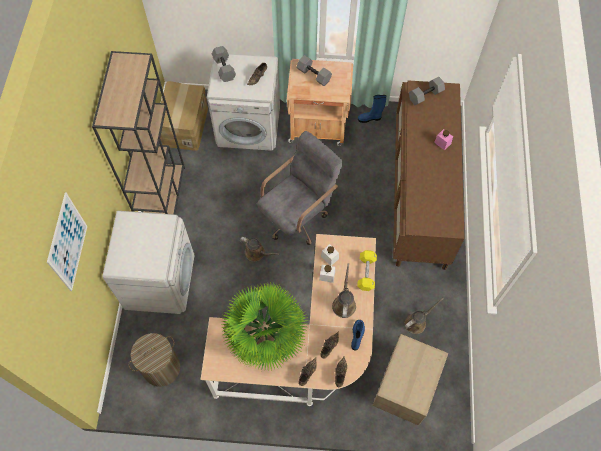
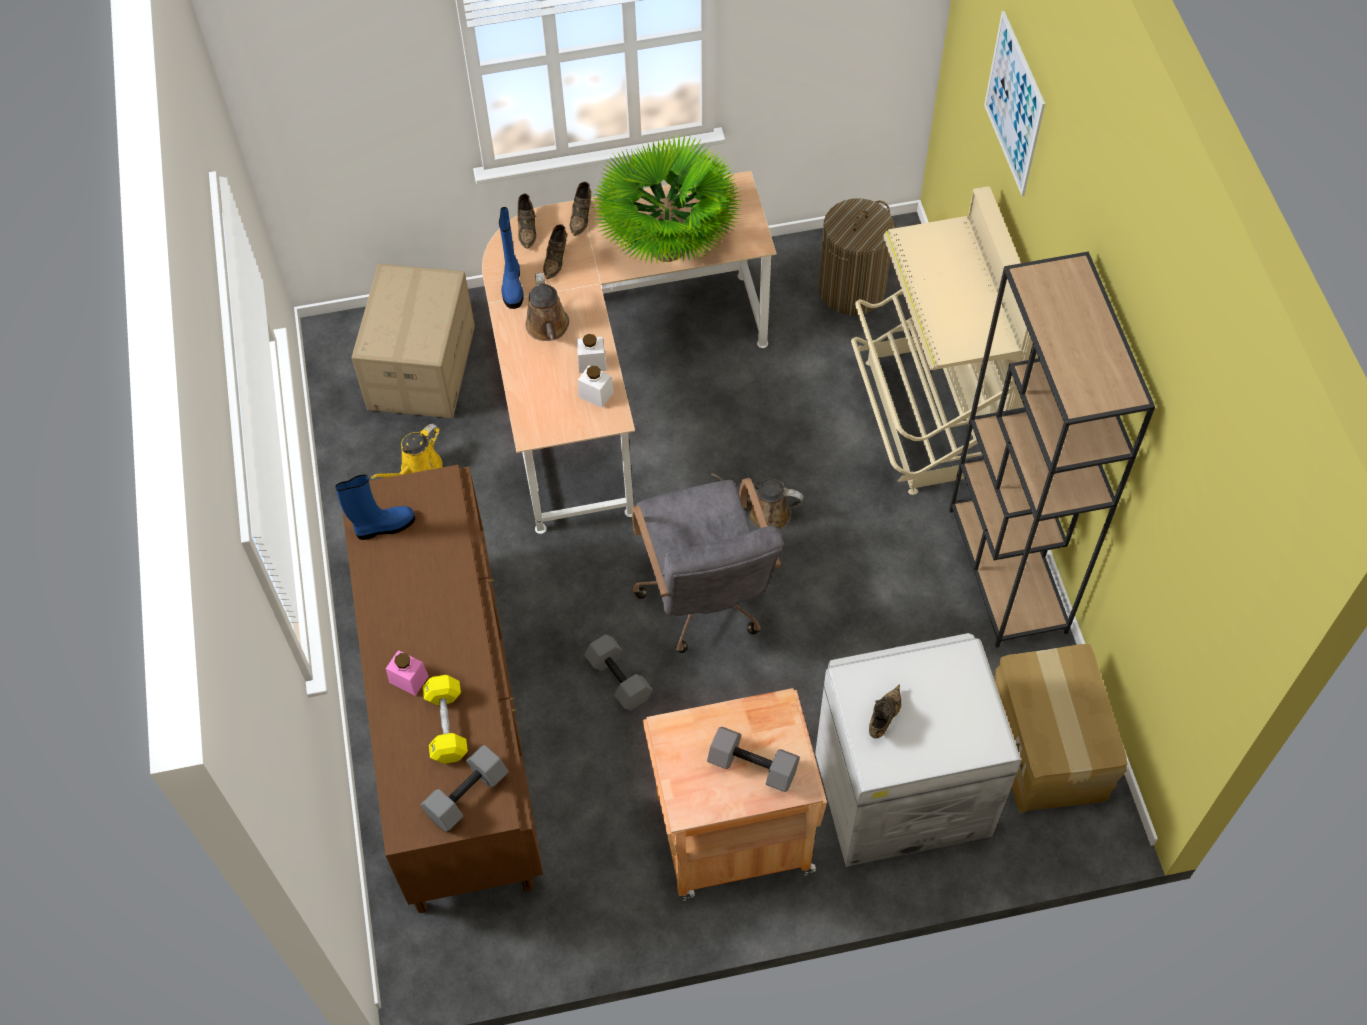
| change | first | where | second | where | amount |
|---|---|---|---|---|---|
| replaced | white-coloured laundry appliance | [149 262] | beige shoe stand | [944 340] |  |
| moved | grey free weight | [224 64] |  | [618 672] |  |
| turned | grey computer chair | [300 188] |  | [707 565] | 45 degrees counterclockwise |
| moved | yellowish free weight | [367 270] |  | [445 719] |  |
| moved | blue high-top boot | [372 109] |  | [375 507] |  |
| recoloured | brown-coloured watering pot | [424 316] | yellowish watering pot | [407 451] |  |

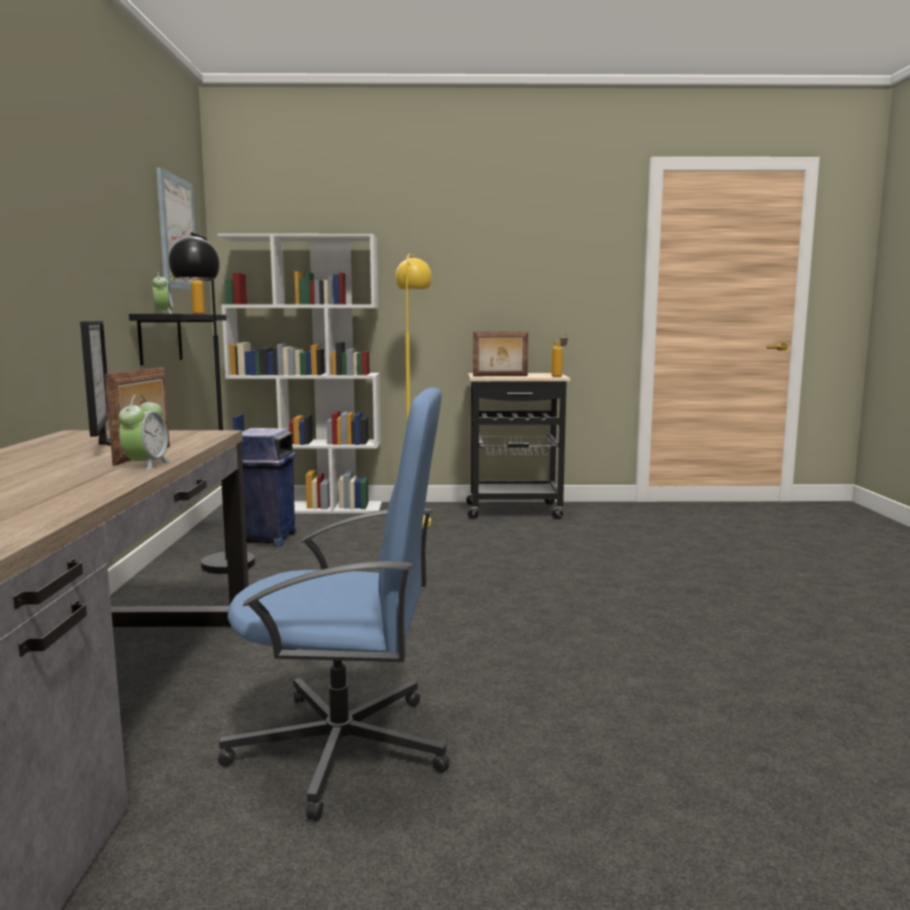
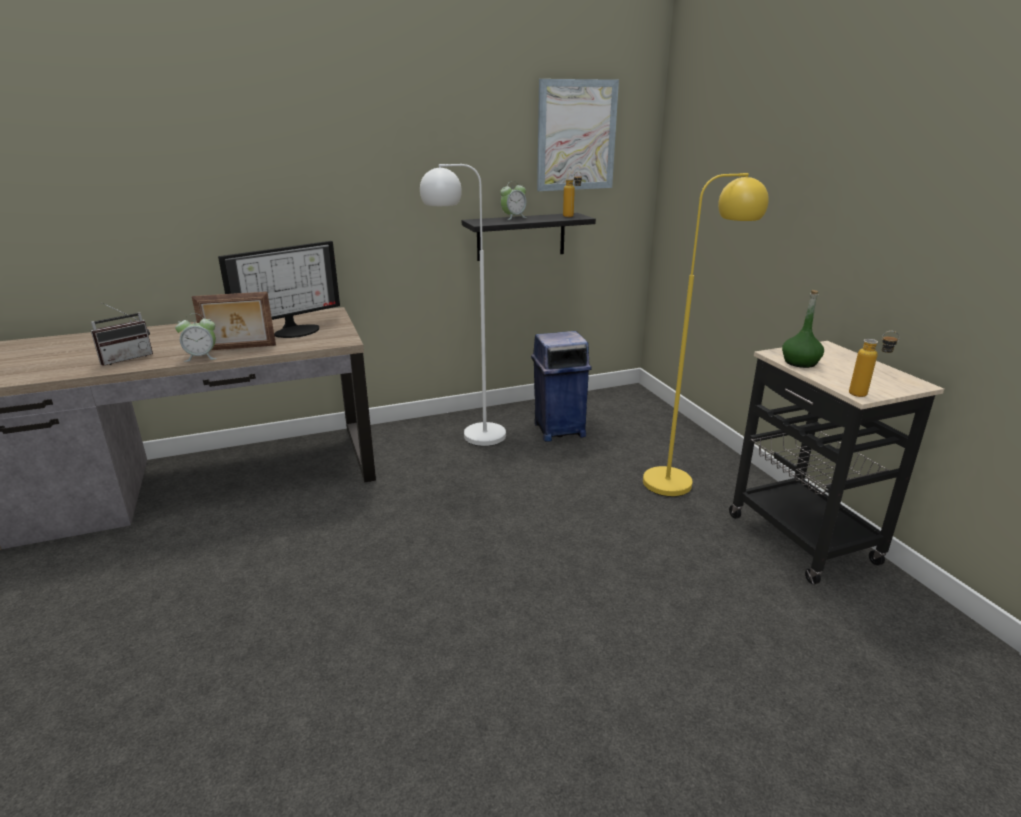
| change | first | where | second | where | amount |
|---|---|---|---|---|---|
| recoloured | blackish standard lamp | [211 403] | white-coloured standard lamp | [463 305] |  |
| removed | white-coloured bookcase | [300 374] |  |  |  |
| removed | blue computer chair | [334 604] |  |  |  |
| replaced | picture frame | [500 354] | greenish bottle | [803 329] |  |
| added |  |  | radio set | [122 334] |  |

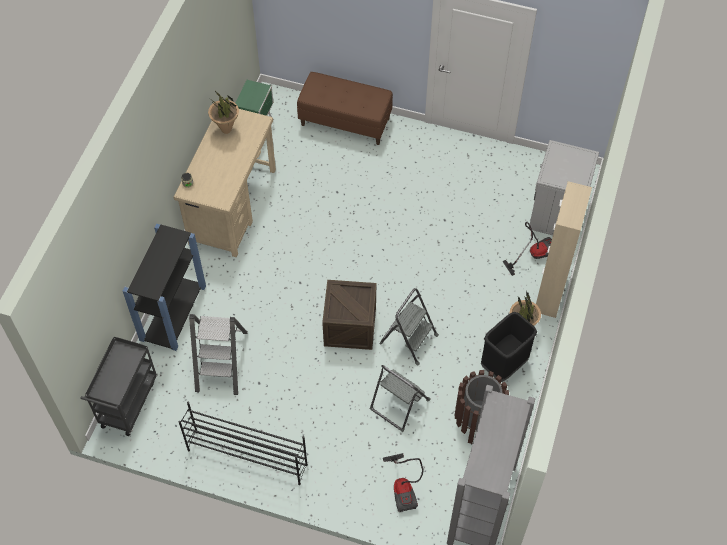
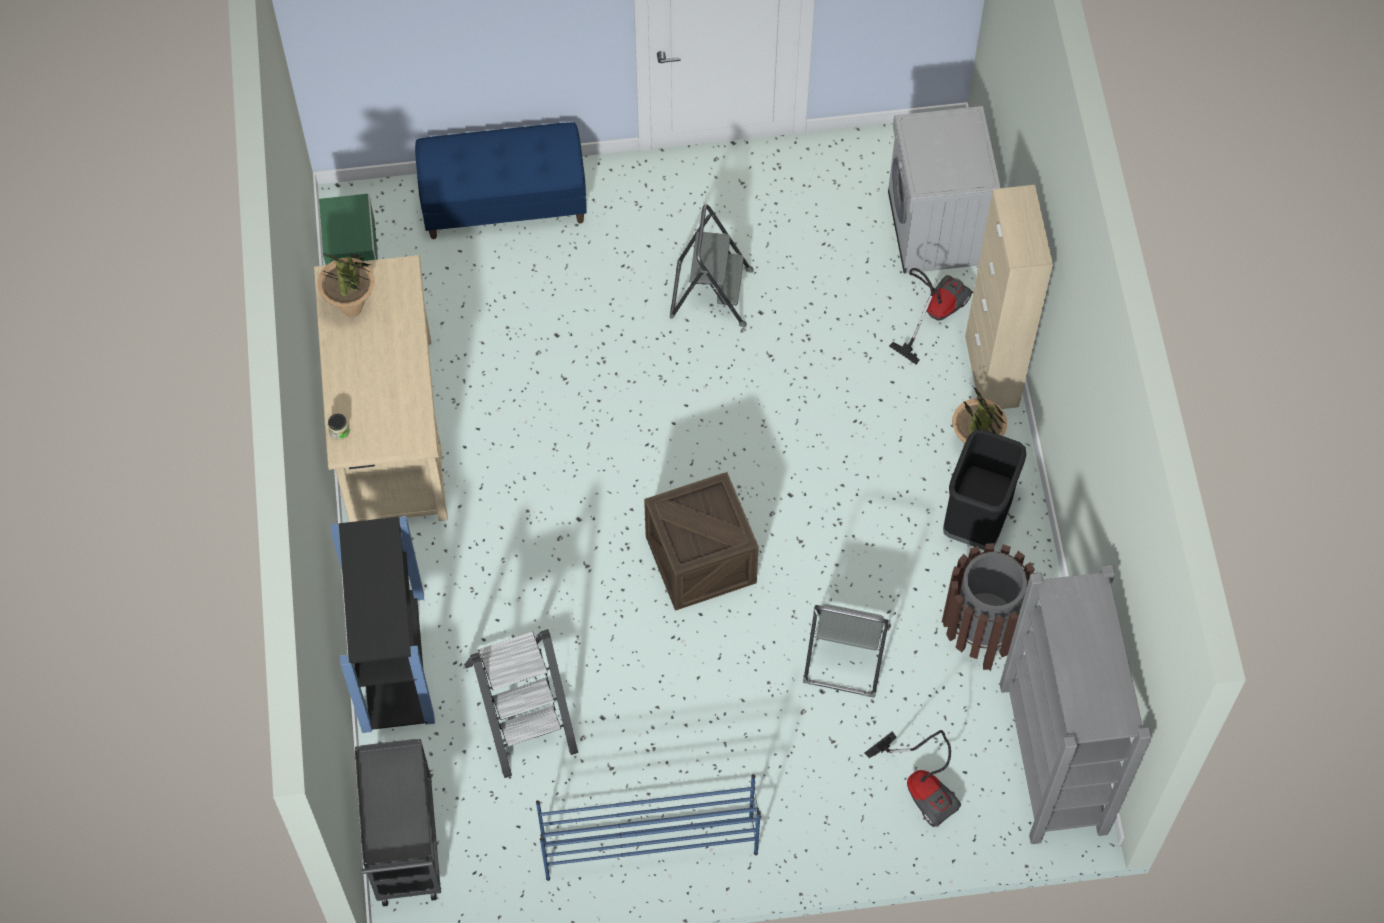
| change | first | where | second | where | amount |
|---|---|---|---|---|---|
| recoloured | blackish shoe stand | [243 443] | blue shoe stand | [648 827] |  |
| recoloured | brown-coloured bench | [345 108] | blue bench | [501 180] |  |
| moved | grey step ladder | [409 326] |  | [712 265] |  |

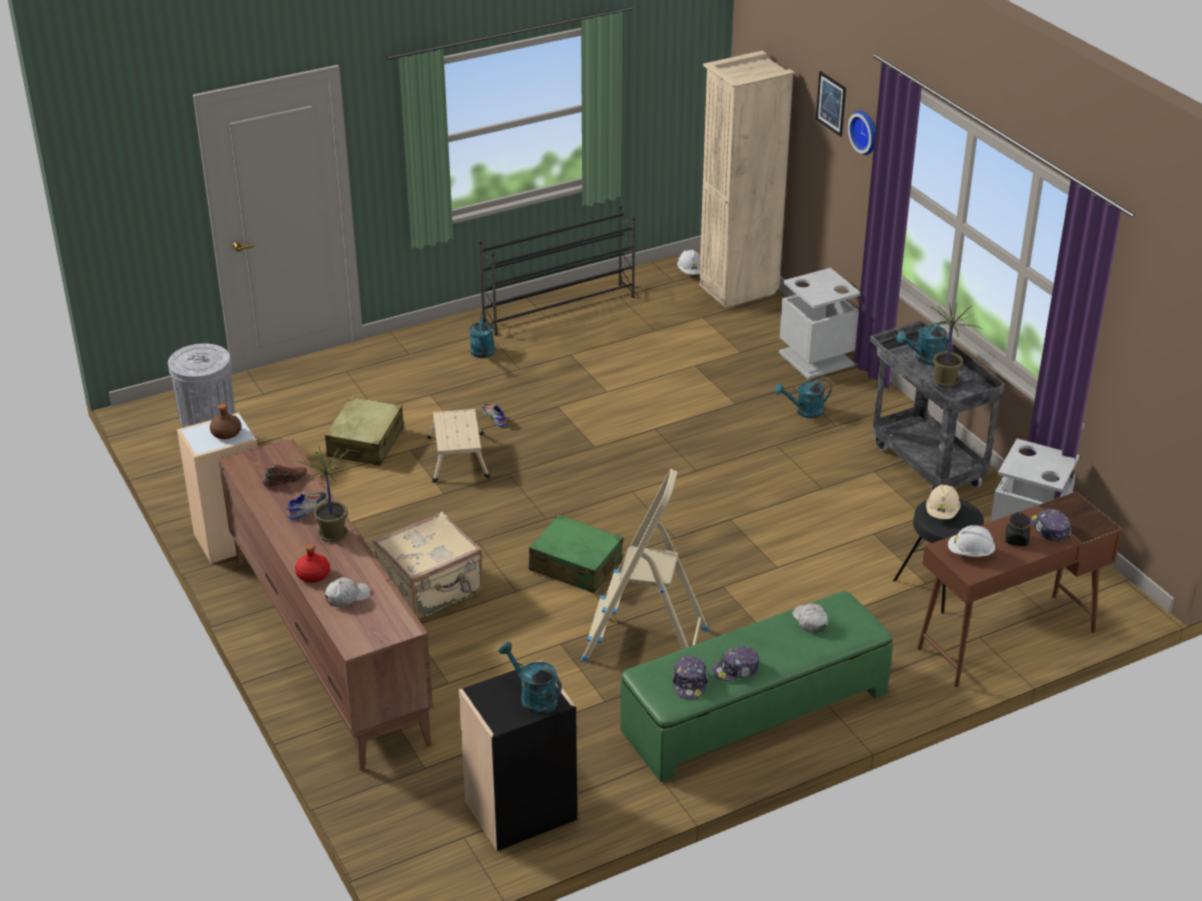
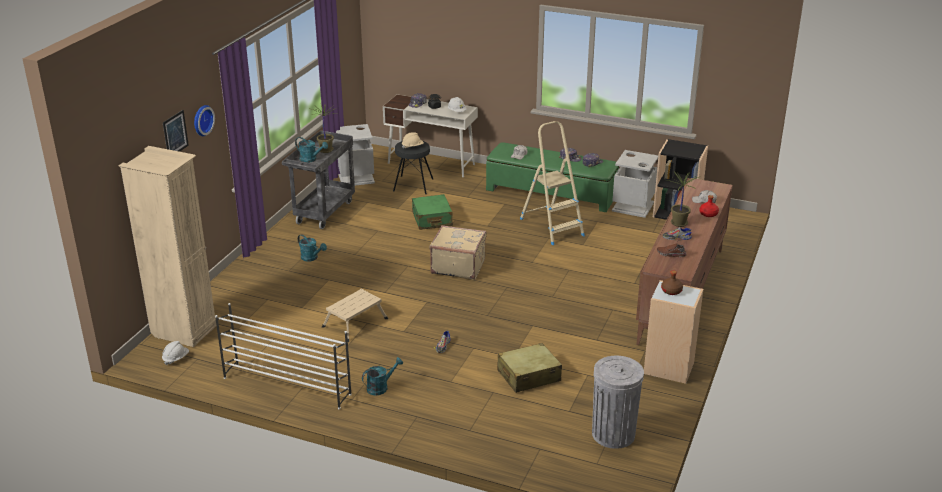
| change | first | where | second | where | amount |
|---|---|---|---|---|---|
| moved | beige piece of luggage | [428 566] |  | [458 252] |  |
| moved | beige step ladder | [459 446] |  | [355 315] |  |
| recoloured | blackish shoe stand | [557 271] | white-coloured shoe stand | [283 356] |  |
| removed | blue-green watering pot | [530 678] |  |  |  |
| moved | greenish piece of luggage | [576 554] |  | [432 212] |  |
| moved | grey trash can | [819 323] |  | [635 184] |  |
| recoloured | brown-coloured desk table | [1019 589] | white-coloured desk table | [430 135] |  |

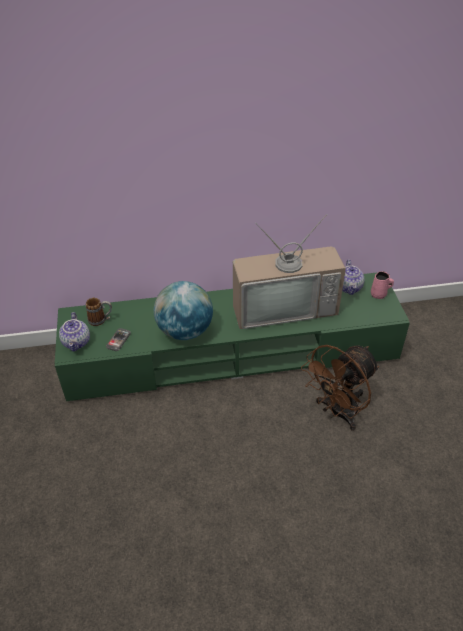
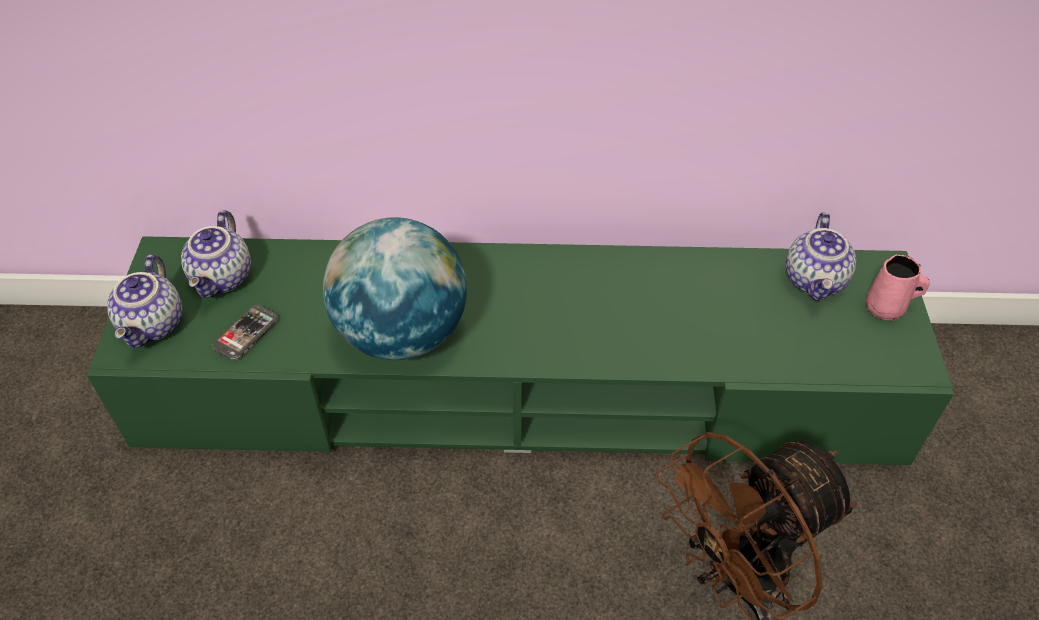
| change | first | where | second | where | amount |
|---|---|---|---|---|---|
| replaced | mug | [99 312] | pot for tea | [216 254] |  |
| removed | TV set | [289 271] |  |  |  |

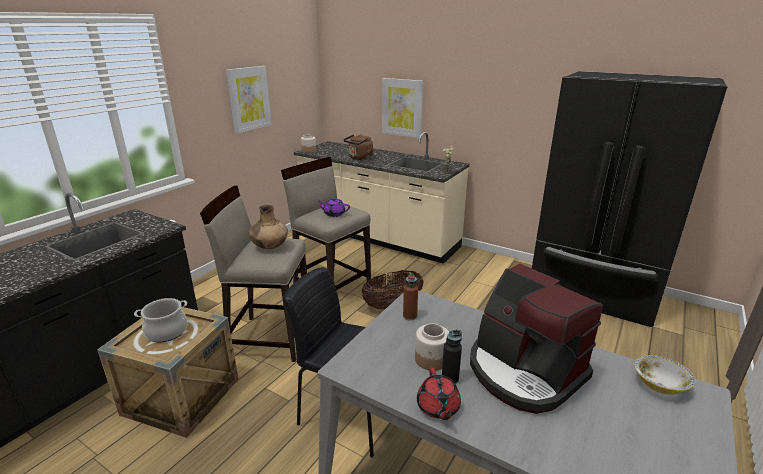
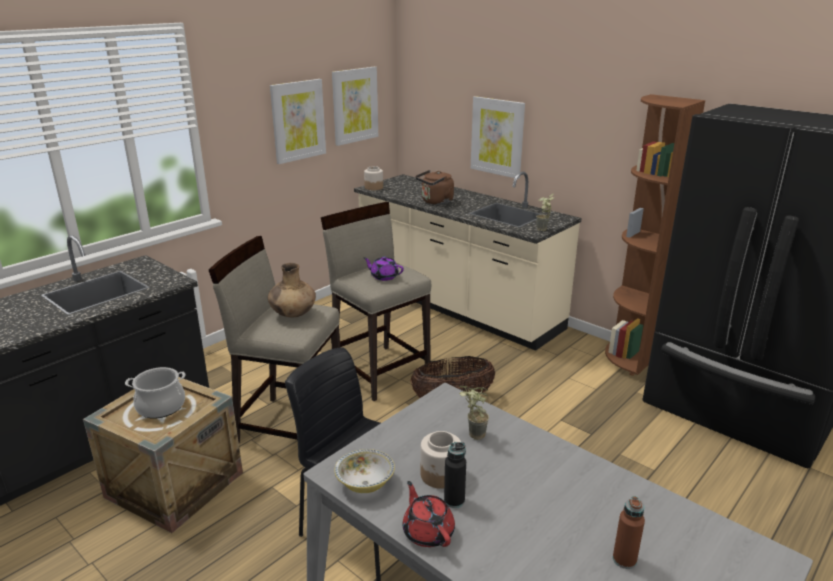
| change | first | where | second | where | amount |
|---|---|---|---|---|---|
| moved | brown-coloured bottle | [410 297] |  | [629 532] |  |
| turned | reddish pot for tea | [439 394] |  | [429 514] | 150 degrees clockwise |
| removed | coffee maker | [536 339] |  |  |  |
| moved | bowl | [665 375] |  | [364 471] |  |
| added |  |  | wall art | [355 106] |  |
| added |  |  | houseplant | [474 413] |  |
| added |  |  | brown-coloured bookcase | [655 235] |  |

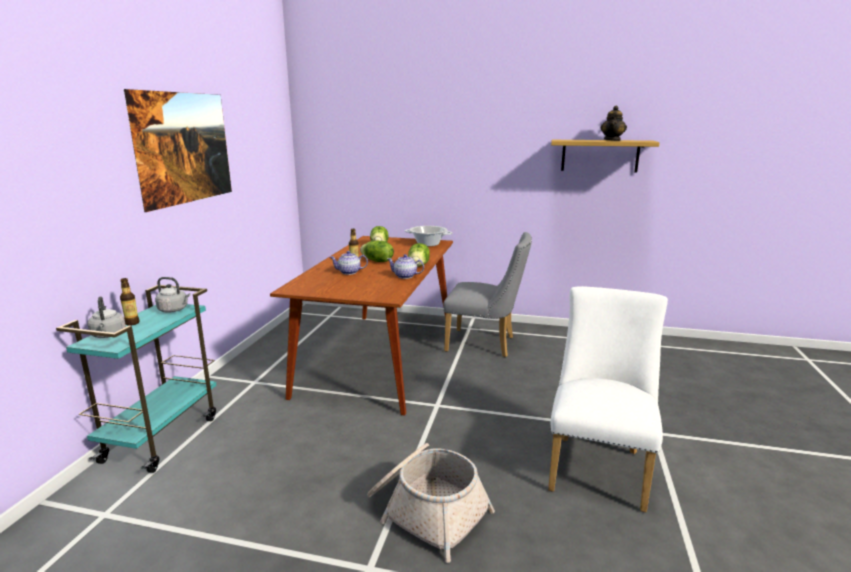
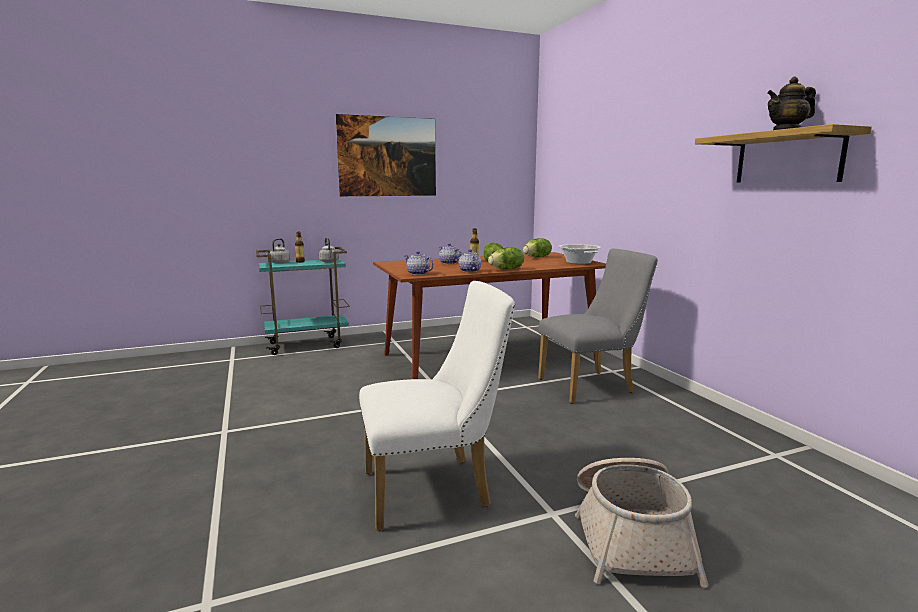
| change | first | where | second | where | amount |
|---|---|---|---|---|---|
| moved | basket | [431 503] |  | [642 523] |  |
| turned | grey upright chair | [488 294] |  | [598 326] | 90 degrees counterclockwise |
| added |  |  | pot for tea | [418 263] |  |

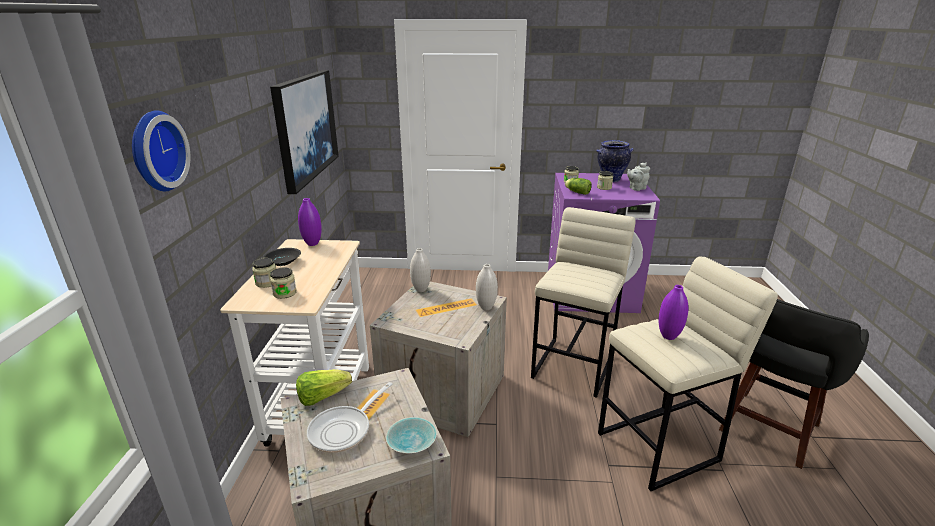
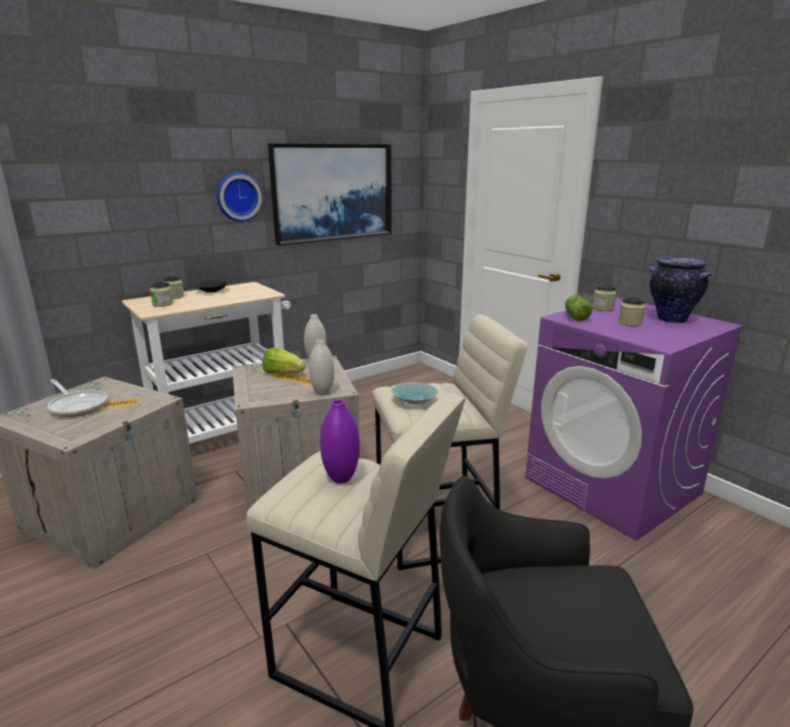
| change | first | where | second | where | amount |
|---|---|---|---|---|---|
| moved | wall clock | [161 150] |  | [239 197] |  |
| moved | lettuce head | [324 387] |  | [284 360] |  |
| removed | purple-coloured decorative vase | [310 222] |  |  |  |
| turned | skillet | [350 417] |  | [77 398] | 135 degrees counterclockwise |
| moved | blue-green bowl | [411 435] |  | [414 393] |  |
| removed | grey pot for tea | [638 177] |  |  |  |

